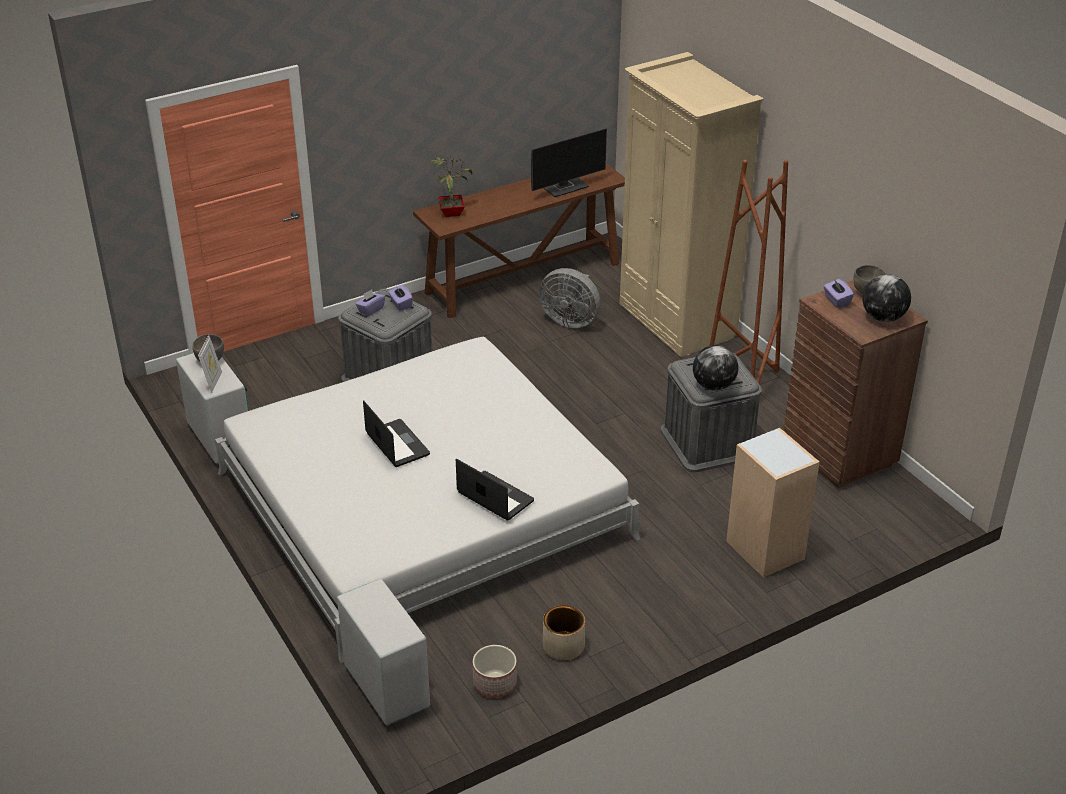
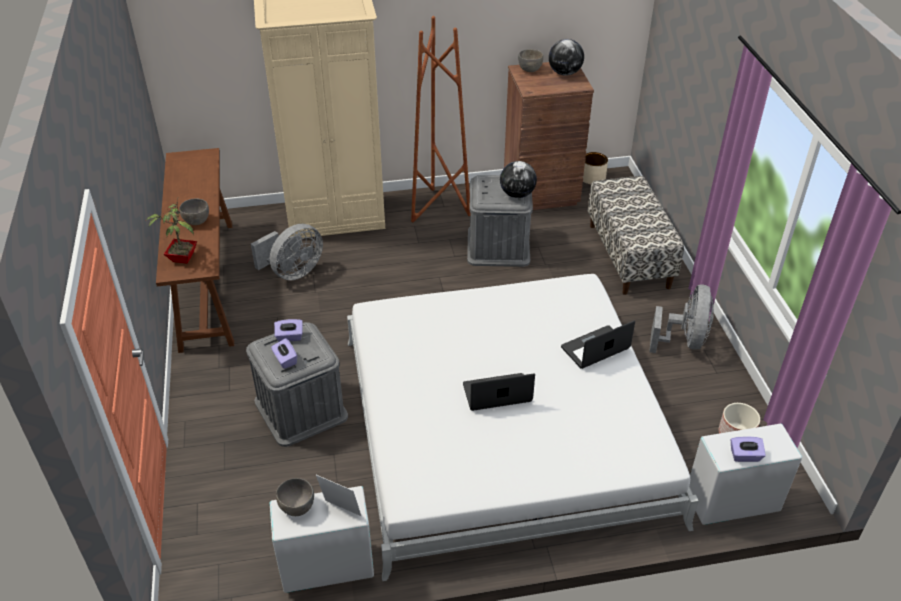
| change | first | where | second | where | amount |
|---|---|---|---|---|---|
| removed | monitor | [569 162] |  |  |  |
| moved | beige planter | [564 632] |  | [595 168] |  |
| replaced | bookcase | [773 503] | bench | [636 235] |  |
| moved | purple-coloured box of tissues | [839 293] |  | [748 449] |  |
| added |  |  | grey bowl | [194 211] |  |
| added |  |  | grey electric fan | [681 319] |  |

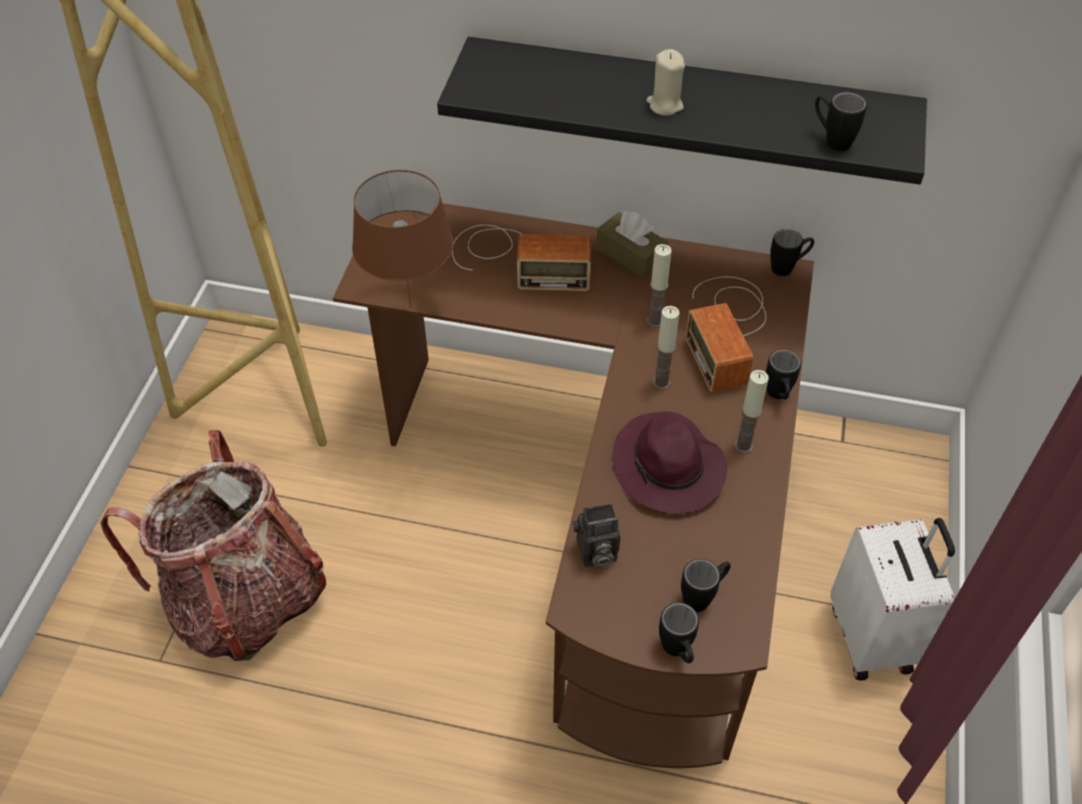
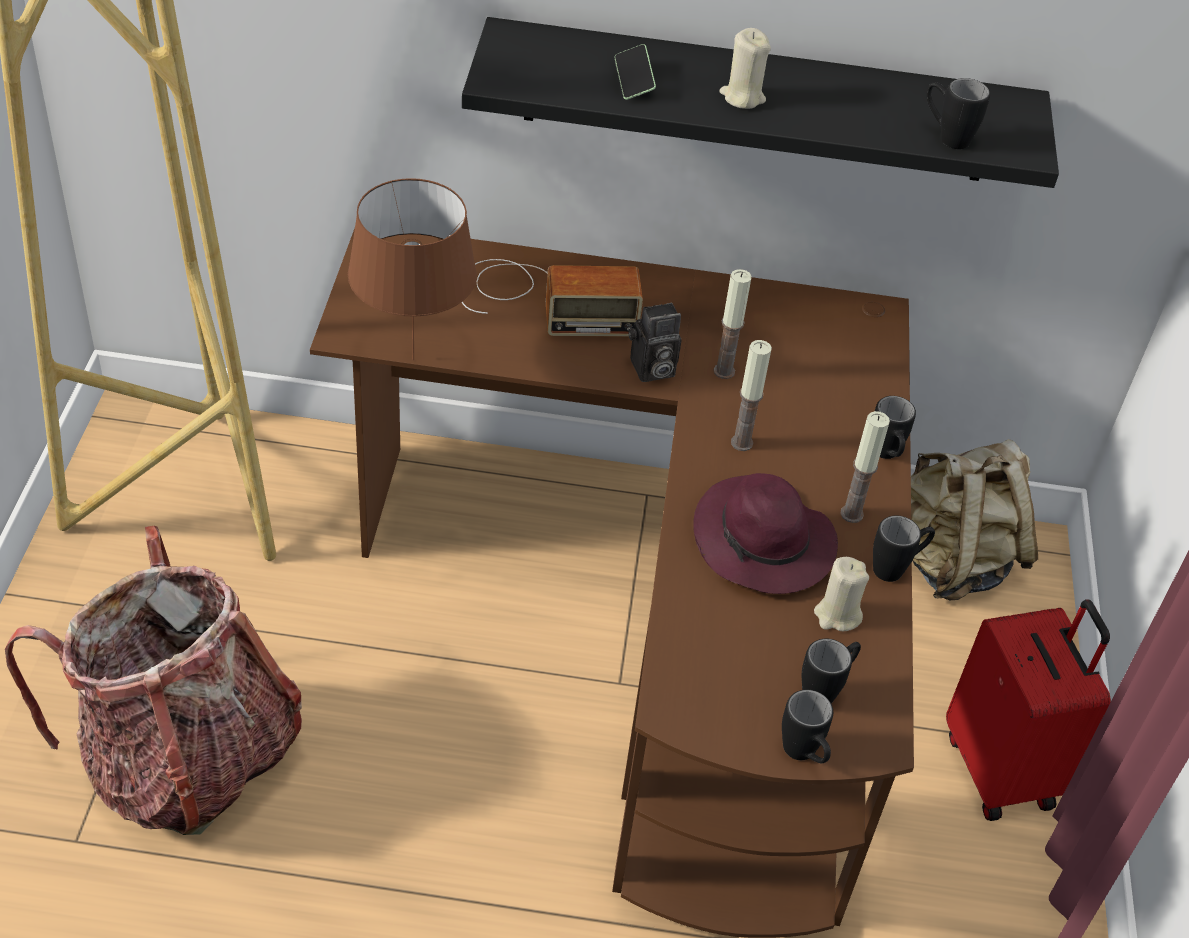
| change | first | where | second | where | amount |
|---|---|---|---|---|---|
| moved | photo camera | [596 535] |  | [655 342] |  |
| removed | brown-coloured box of tissues | [632 245] |  |  |  |
| removed | radio set | [726 334] |  |  |  |
| moved | blackish mug | [792 252] |  | [904 548] |  |
| recoloured | white-coloured piece of luggage | [893 599] | reddish piece of luggage | [1028 710] |  |
| added |  |  | telephone | [635 72] |  |
| added |  |  | beige wax light | [841 594] |  |
| added |  |  | beige backpack | [974 519] |  |

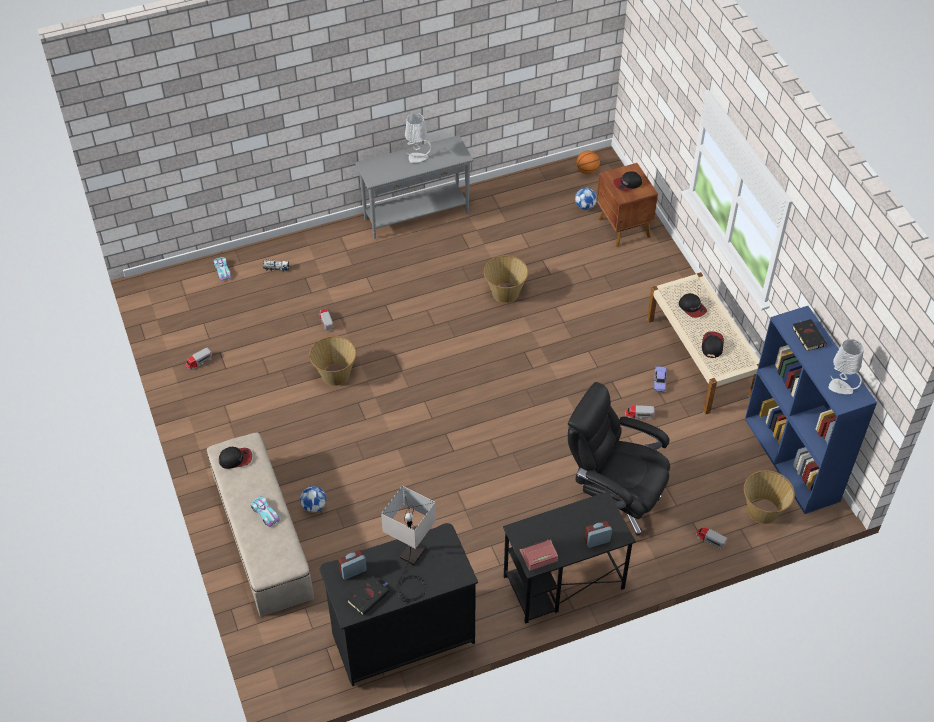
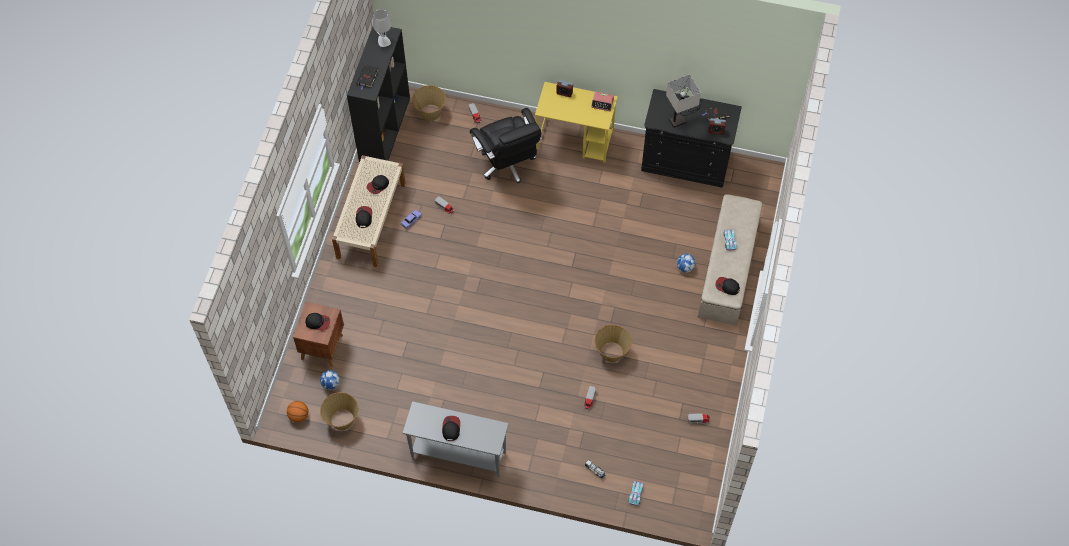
| change | first | where | second | where | amount |
|---|---|---|---|---|---|
| replaced | grey tabletop lamp | [418 138] | cap | [451 428] |  |
| moved | basket | [506 279] |  | [339 411] |  |
| recoloured | blackish desk table | [569 557] | yellowish desk table | [576 122] |  |
| recoloured | blue bookcase | [811 410] | blackish bookcase | [378 95] |  |

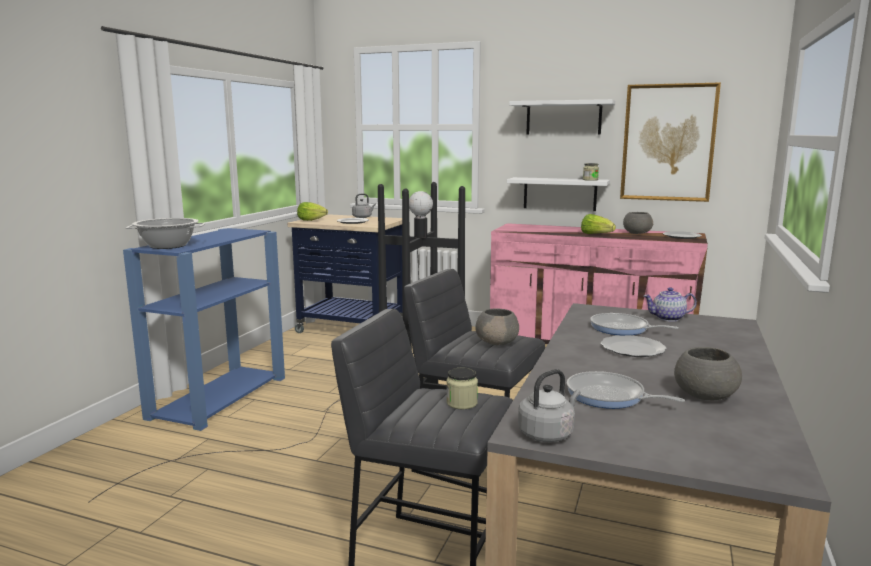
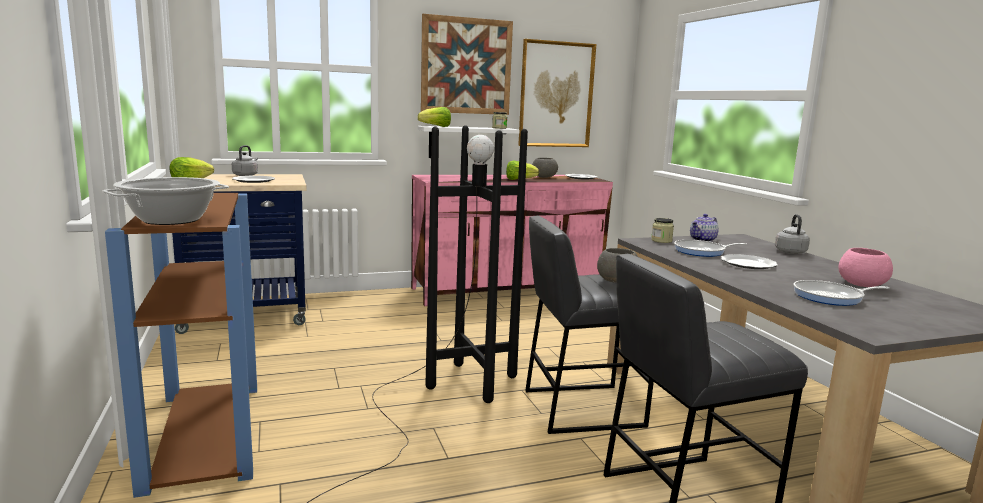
| change | first | where | second | where | amount |
|---|---|---|---|---|---|
| recoloured | blue bookcase | [204 329] | brown-coloured bookcase | [181 345] |  |
| moved | jar | [462 388] |  | [662 230] |  |
| replaced | white-coloured wall shelf | [562 117] | wall art | [467 64] |  |
| moved | grey tea kettle | [549 405] |  | [792 234] |  |
| recoloured | grey bowl | [708 373] | pink bowl | [865 267] |  |
| added |  |  | lettuce head | [434 117] |  |

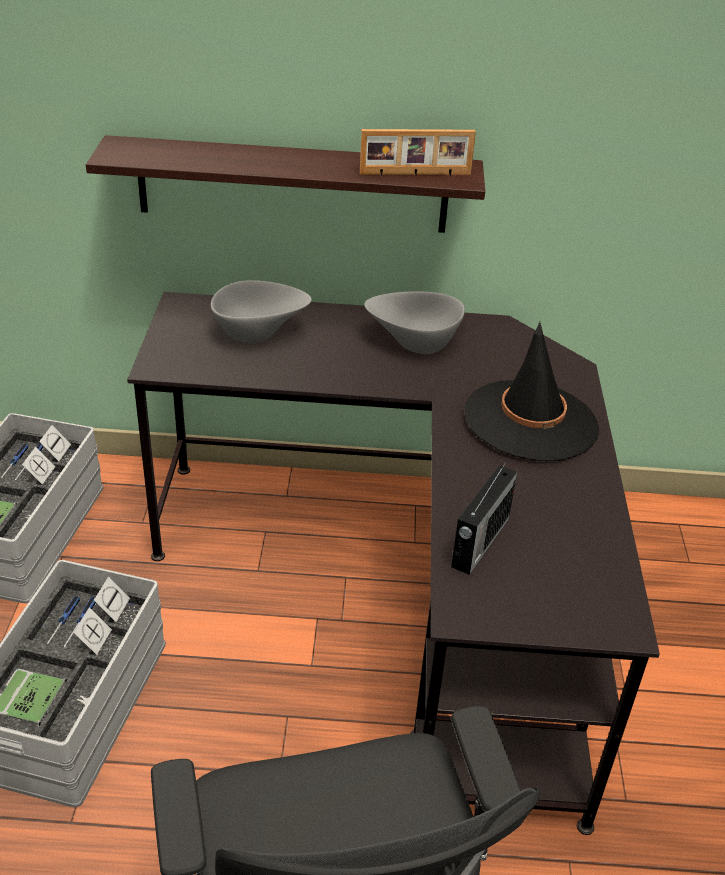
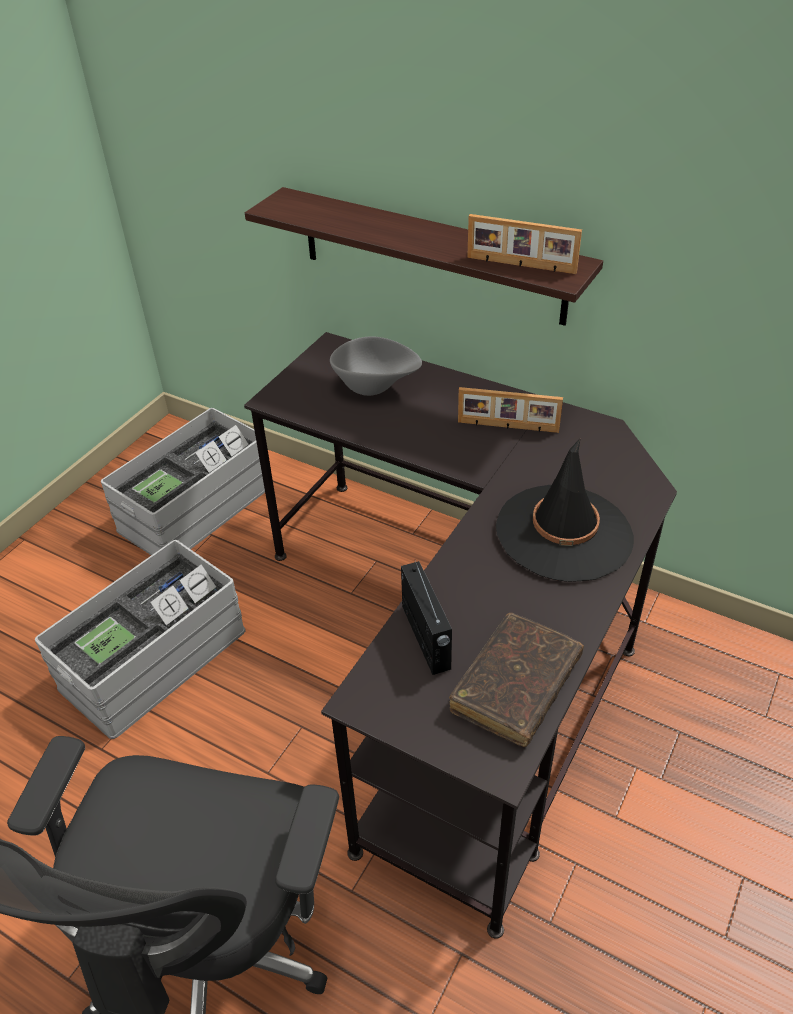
| change | first | where | second | where | amount |
|---|---|---|---|---|---|
| replaced | grey bowl | [414 322] | picture frame | [510 410] |  |
| turned | radio set | [484 518] |  | [426 618] | 75 degrees counterclockwise |
| added |  |  | brown-coloured volume | [516 680] |  |

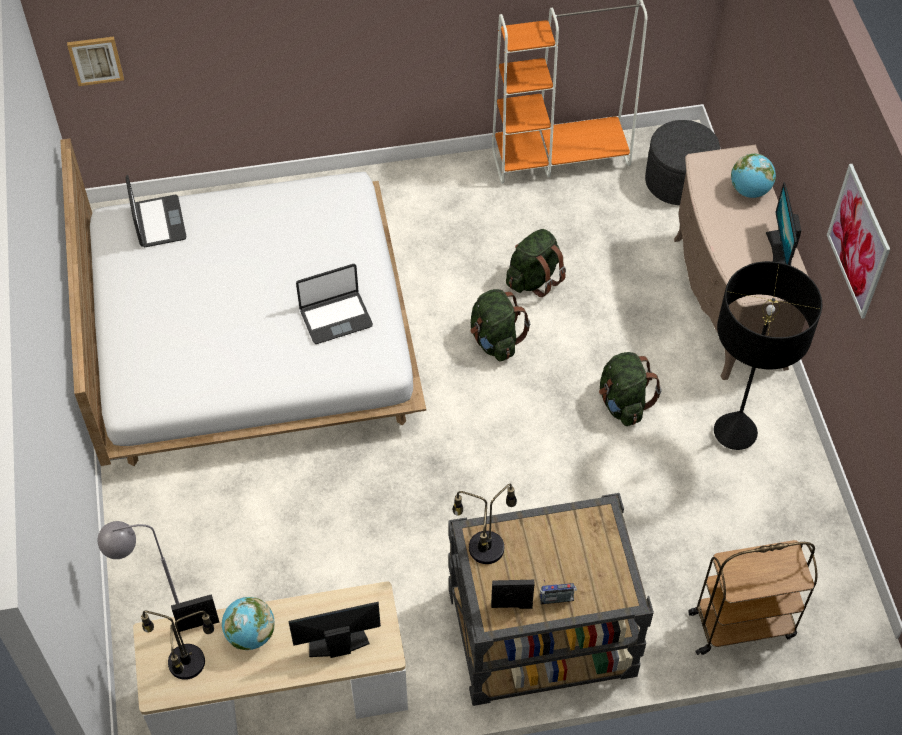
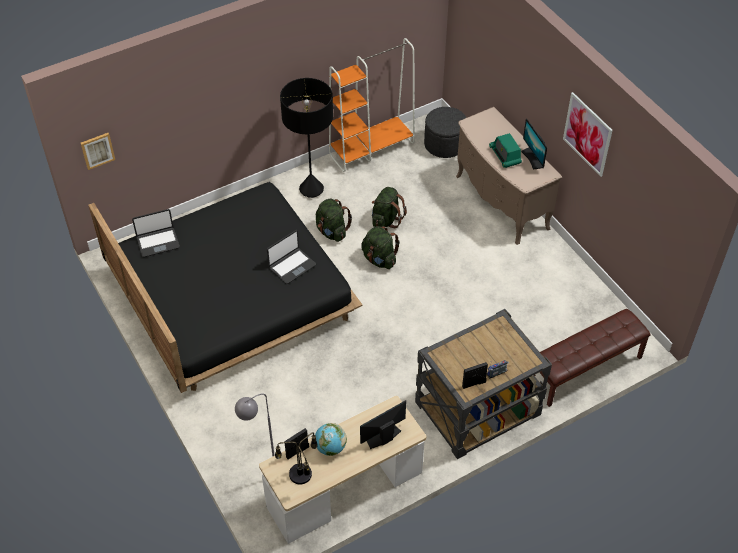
| change | first | where | second | where | amount |
|---|---|---|---|---|---|
| recoloured | white-coloured sleeping bed | [243 302] | blackish sleeping bed | [225 287] |  |
| turned | notebook computer | [156 211] |  | [156 233] | 105 degrees clockwise |
| removed | tabletop lamp | [485 524] |  |  |  |
| moved | greenish backpack | [630 389] |  | [334 220] |  |
| replaced | brown-coloured cart | [752 597] | brown-coloured bench | [592 358] |  |
| moved | blackish standard lamp | [768 355] |  | [306 138] |  |
| removed | globe | [753 175] |  |  |  |
| added |  |  | radio set | [505 150] |  |

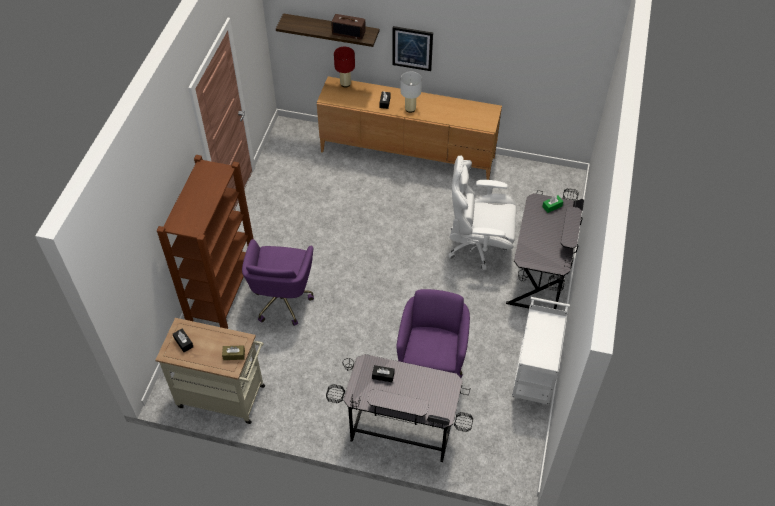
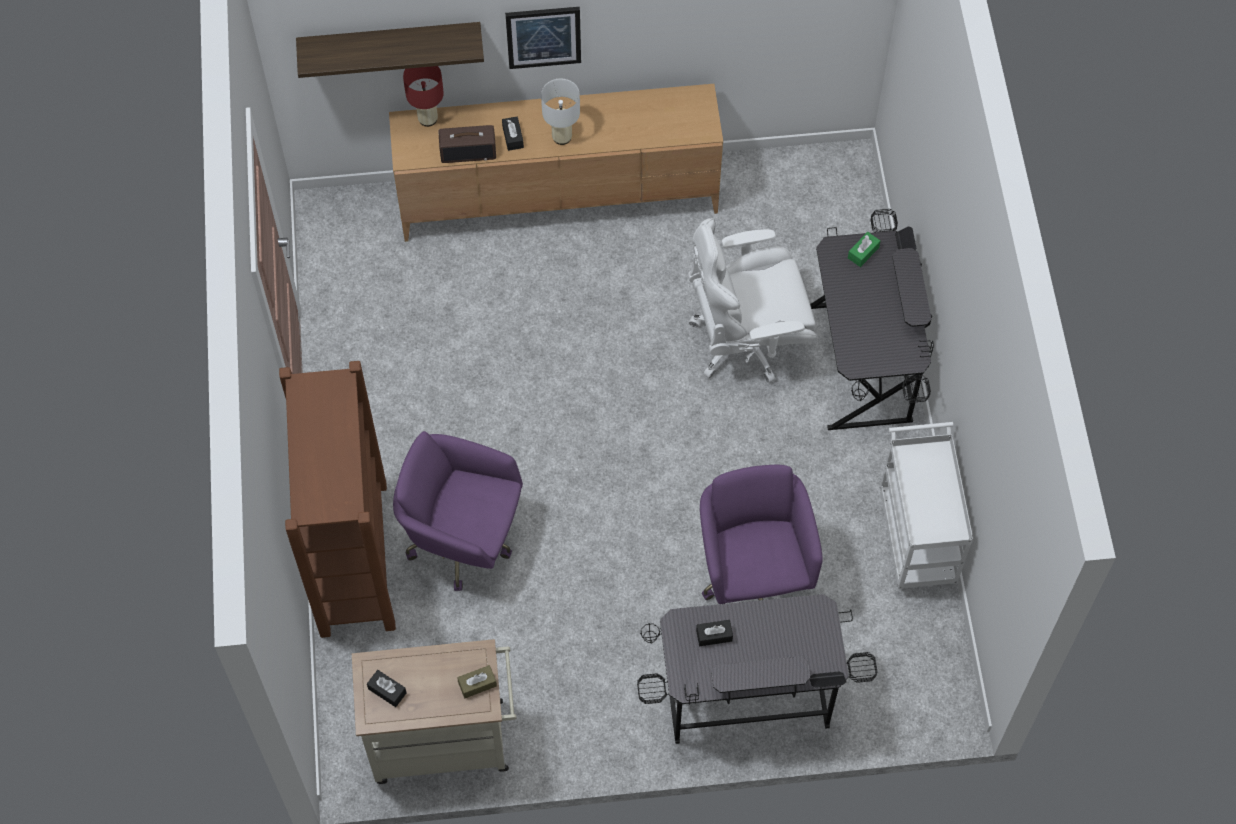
| change | first | where | second | where | amount |
|---|---|---|---|---|---|
| turned | purple-coloured computer chair | [278 282] |  | [458 511] | 120 degrees clockwise |
| moved | radio set | [348 27] |  | [467 144] |  |

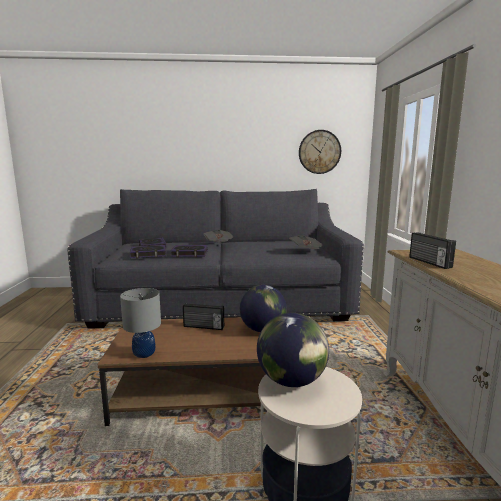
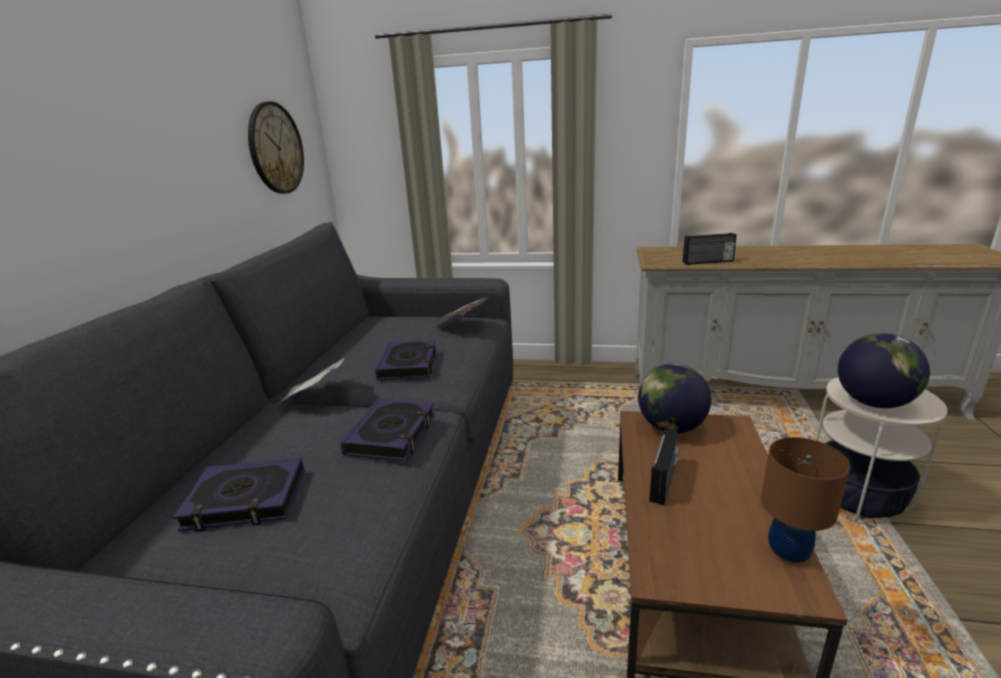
| change | first | where | second | where | amount |
|---|---|---|---|---|---|
| recoloured | grey tabletop lamp | [140 323] | brown-coloured tabletop lamp | [805 500] |  |
| moved | volume | [148 251] |  | [406 360] |  |

